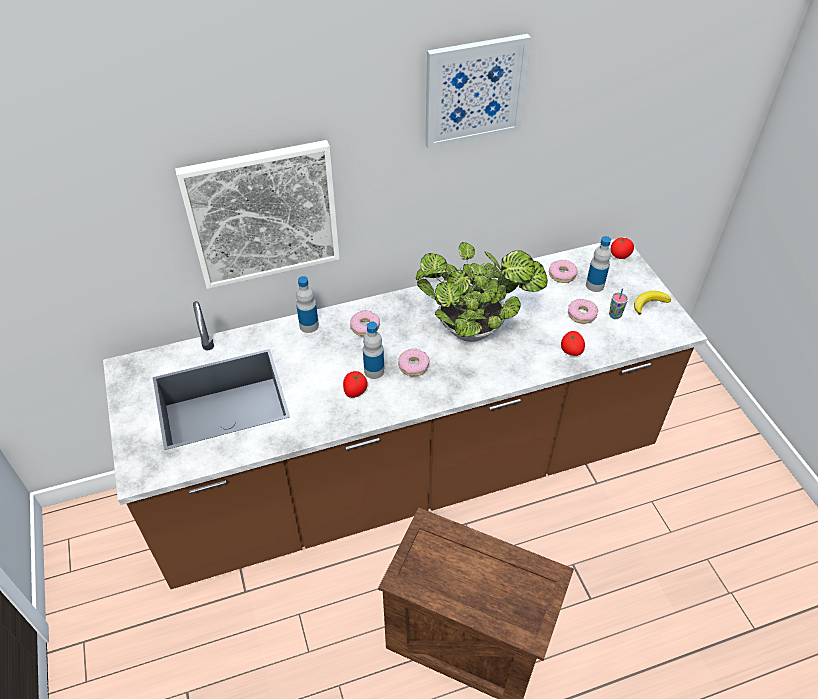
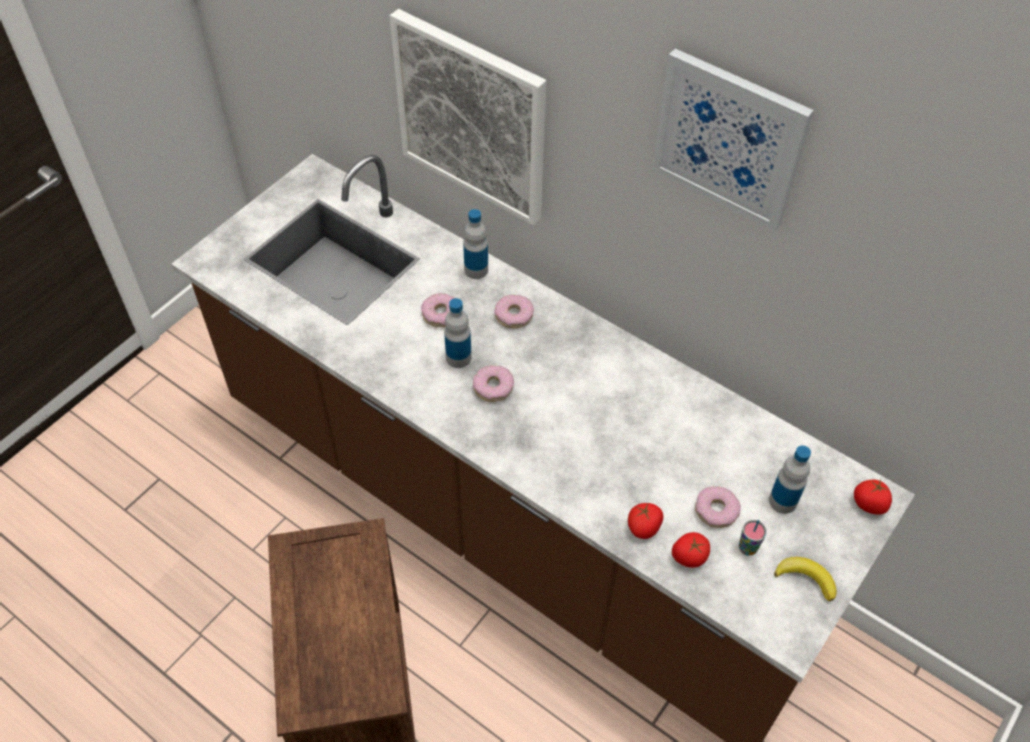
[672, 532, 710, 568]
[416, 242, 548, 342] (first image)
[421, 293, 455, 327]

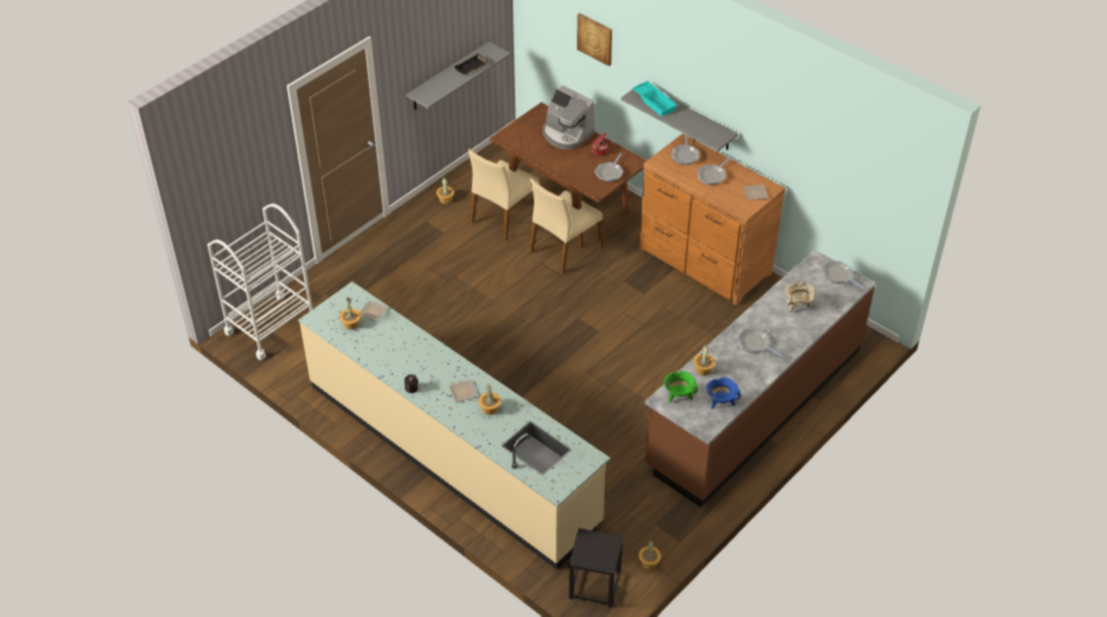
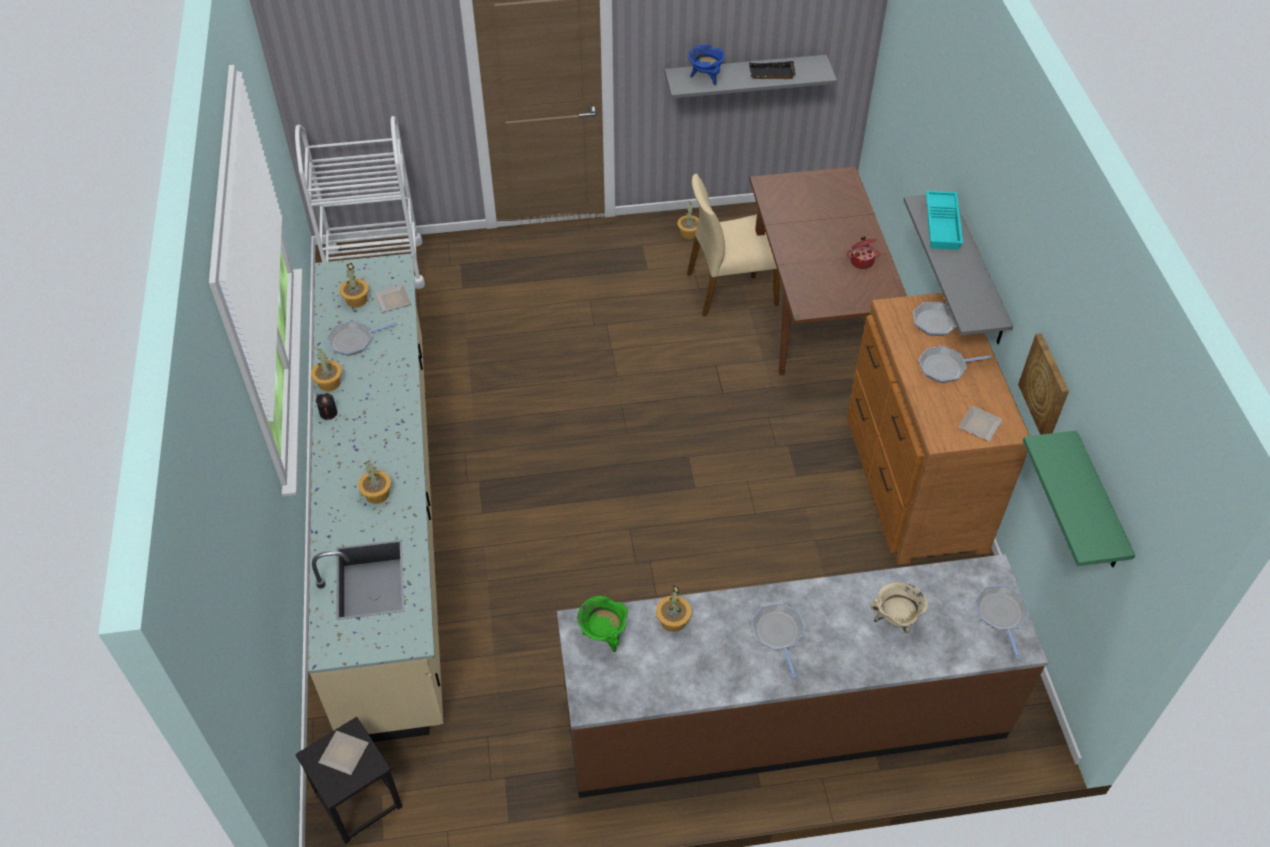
[318, 731, 369, 775]
[529, 178, 603, 274] (first image)
[543, 85, 595, 149] (first image)
[1018, 333, 1069, 435]
[327, 321, 396, 356]
[311, 349, 342, 391]
[688, 44, 724, 85]
[1023, 430, 1135, 567]

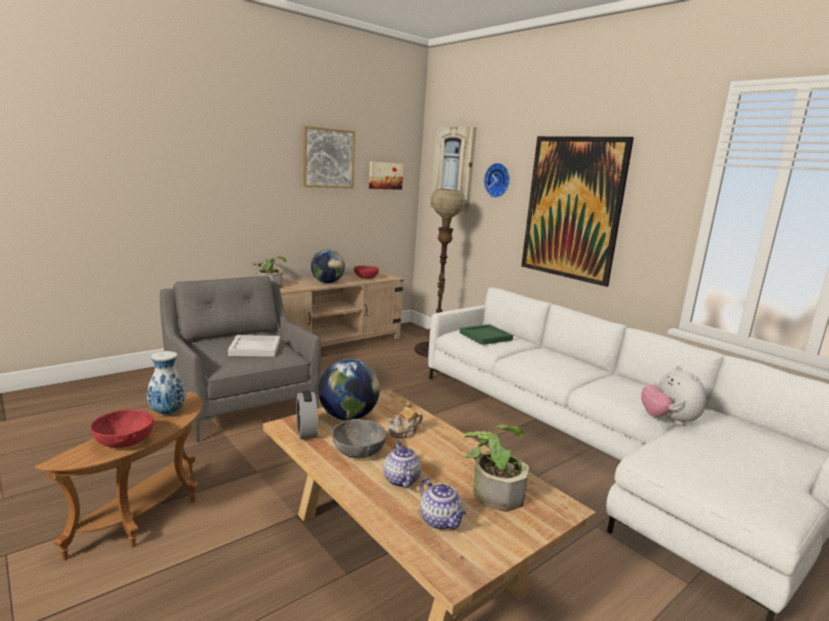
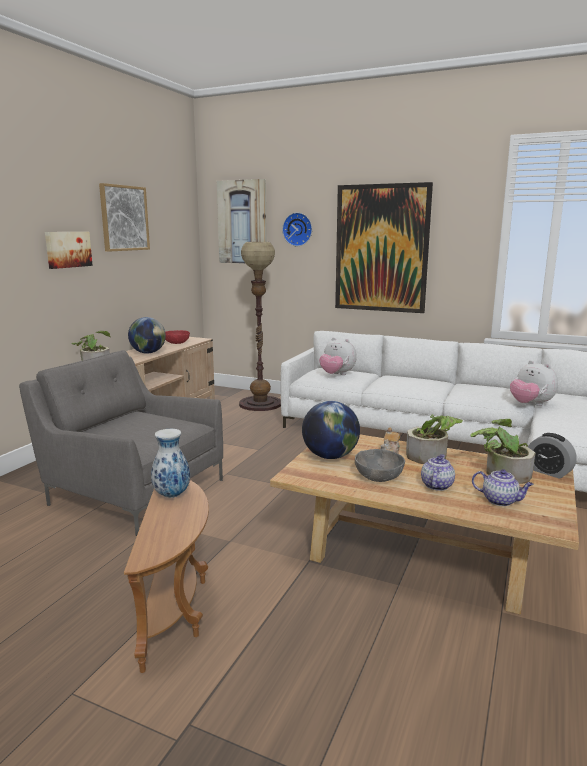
[90, 410, 154, 448] (first image)
[228, 335, 280, 357] (first image)
[528, 433, 577, 479]
[45, 232, 93, 269]
[421, 454, 455, 491]
[319, 337, 357, 375]
[406, 414, 463, 464]

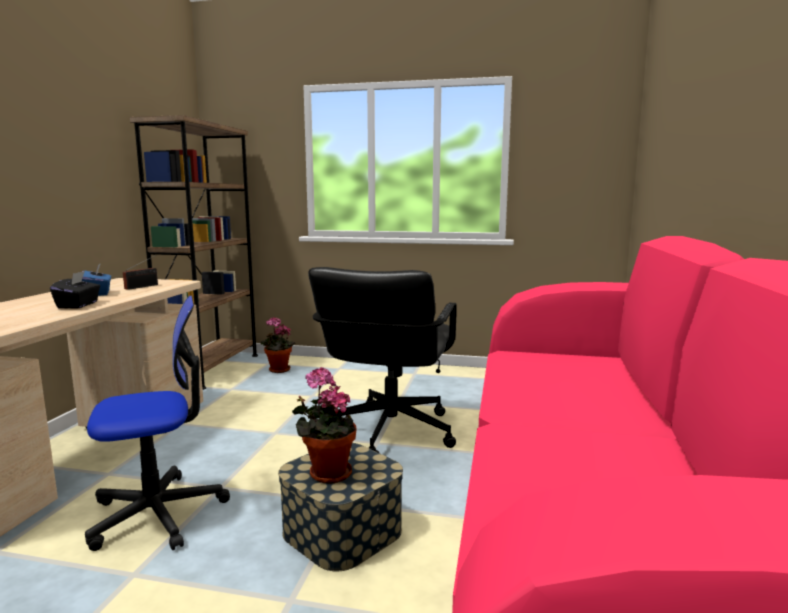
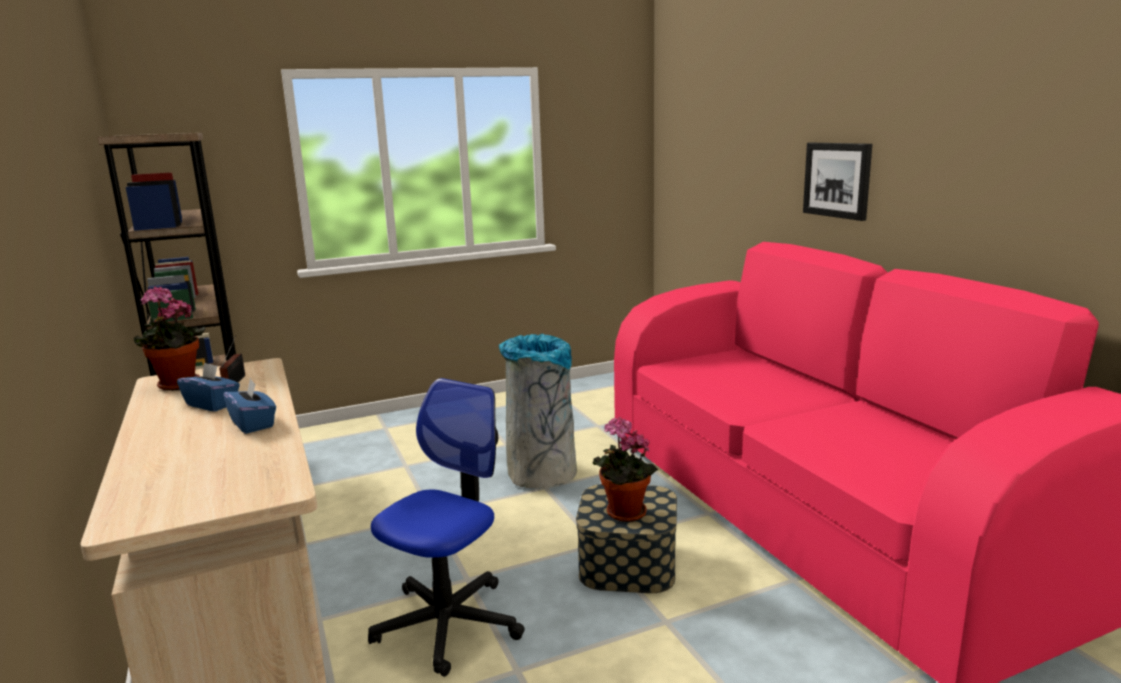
[223, 378, 276, 434]
[134, 287, 206, 390]
[499, 334, 577, 488]
[803, 143, 872, 221]

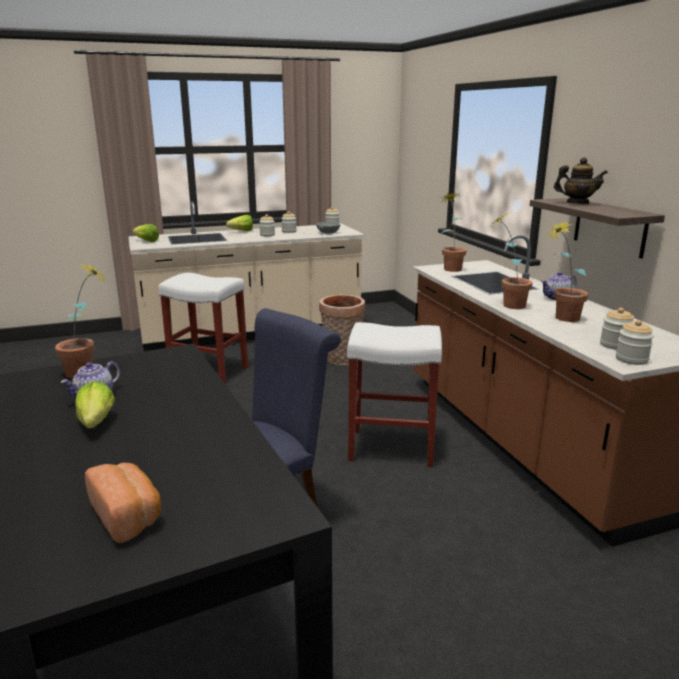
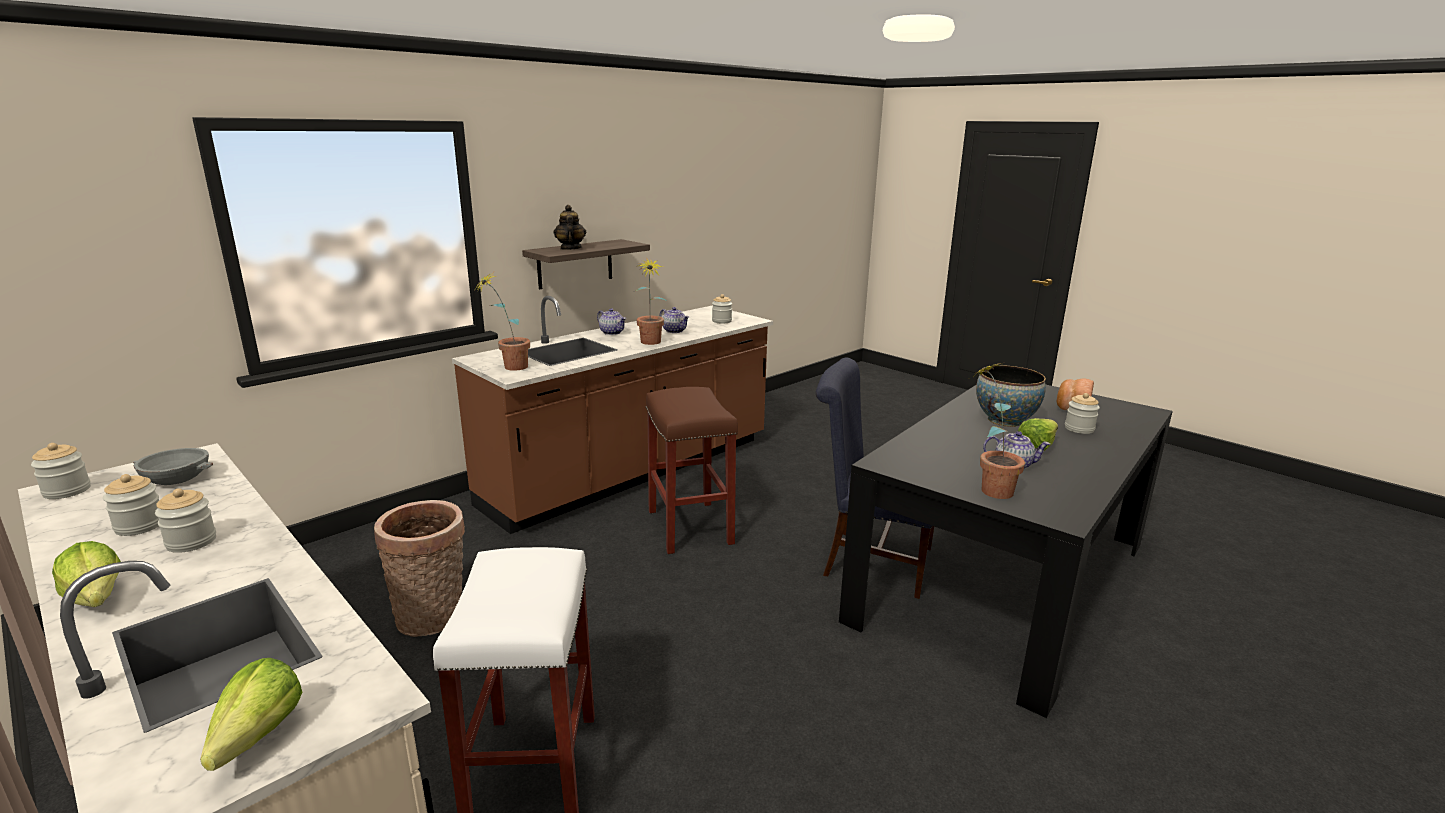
[645, 387, 738, 554]
[660, 307, 689, 333]
[1065, 393, 1100, 434]
[976, 365, 1046, 427]

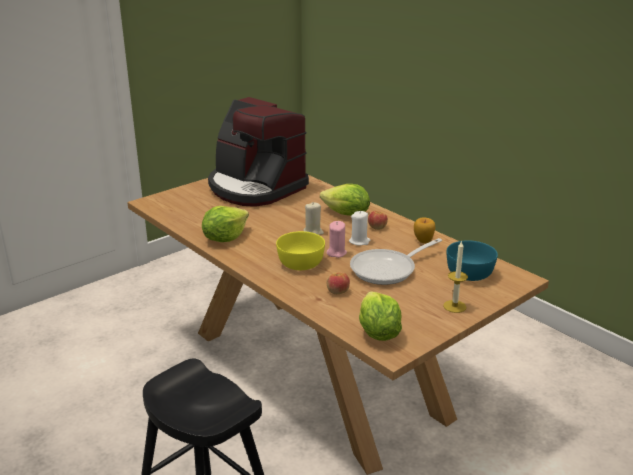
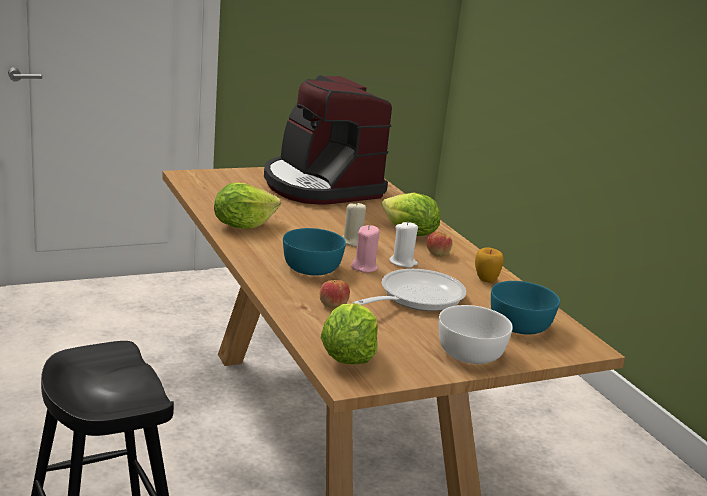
[283, 228, 346, 276]
[352, 269, 466, 311]
[439, 305, 513, 364]

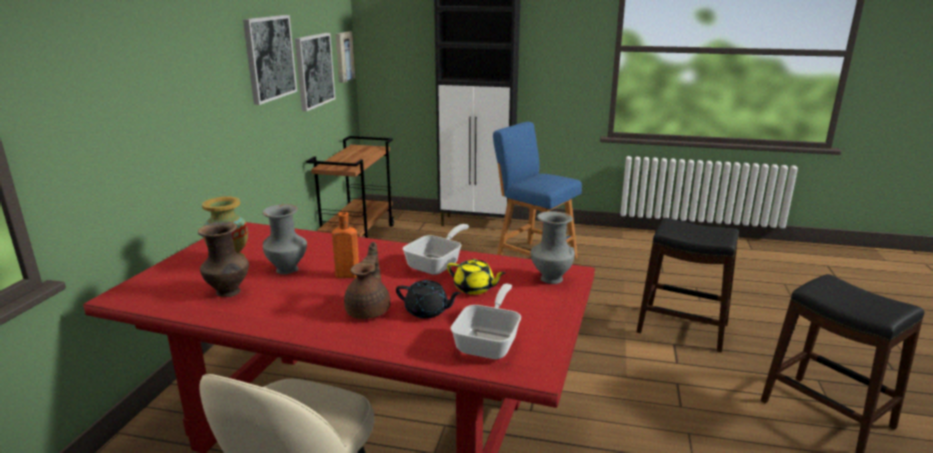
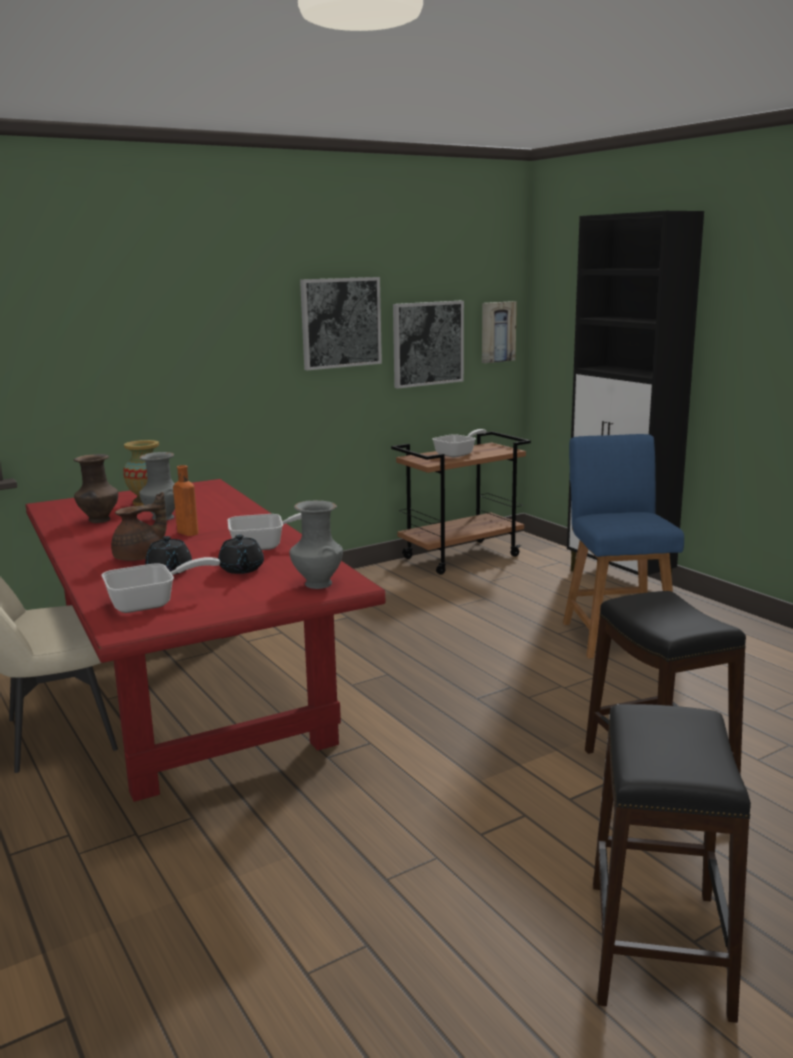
[218, 535, 264, 574]
[433, 429, 487, 457]

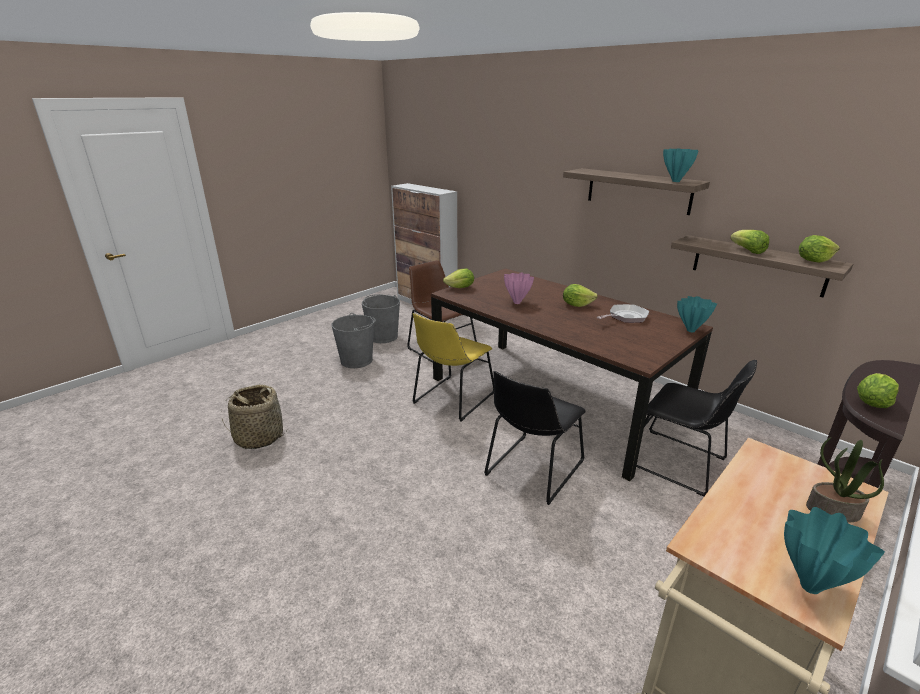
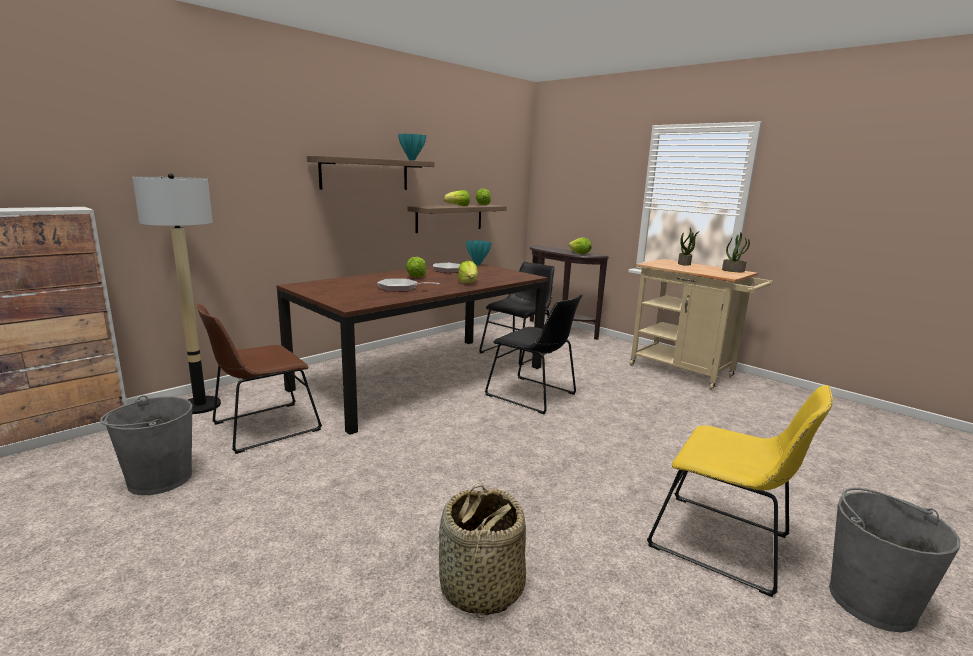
[829, 488, 960, 633]
[647, 385, 833, 597]
[458, 261, 478, 283]
[377, 279, 440, 292]
[722, 233, 750, 272]
[132, 173, 221, 414]

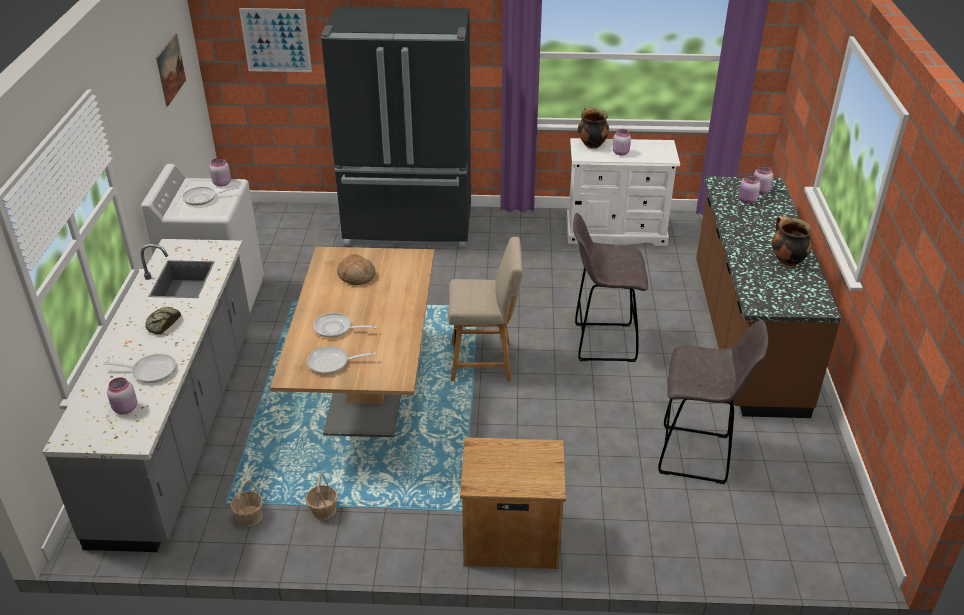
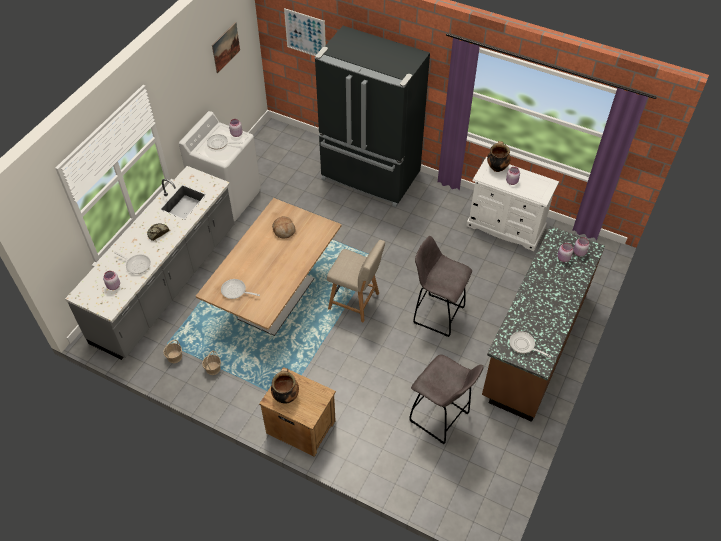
[509, 331, 551, 358]
[271, 368, 299, 404]

